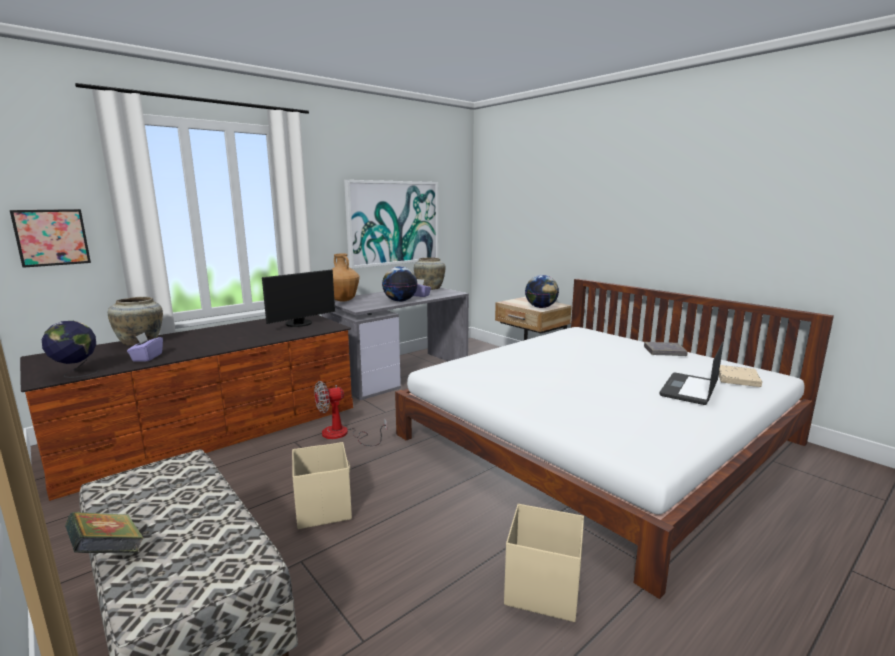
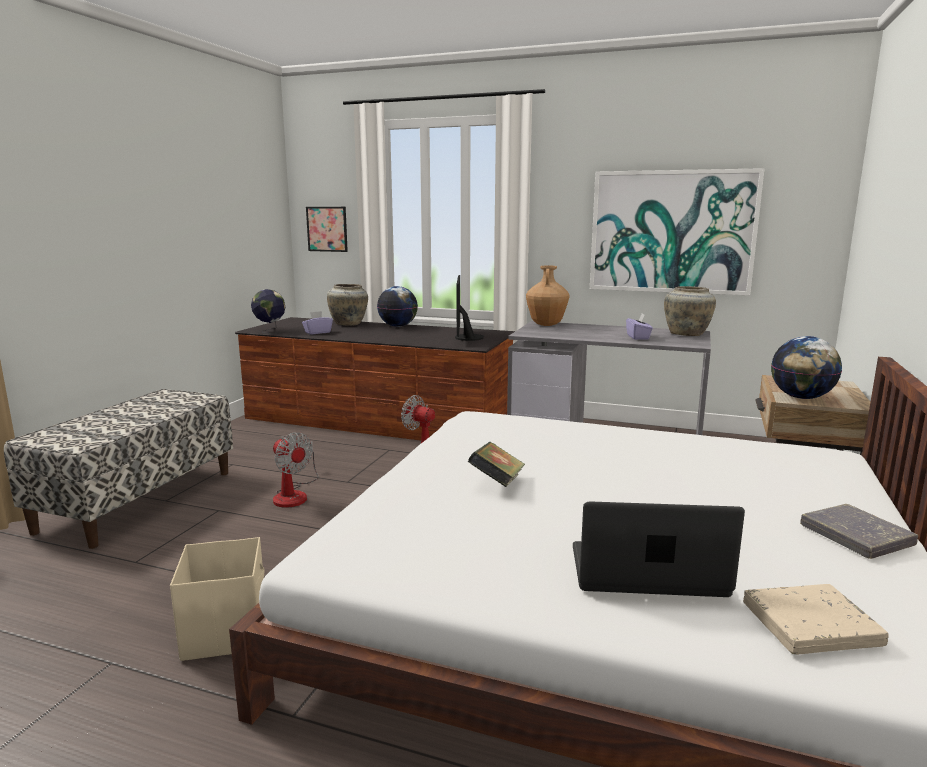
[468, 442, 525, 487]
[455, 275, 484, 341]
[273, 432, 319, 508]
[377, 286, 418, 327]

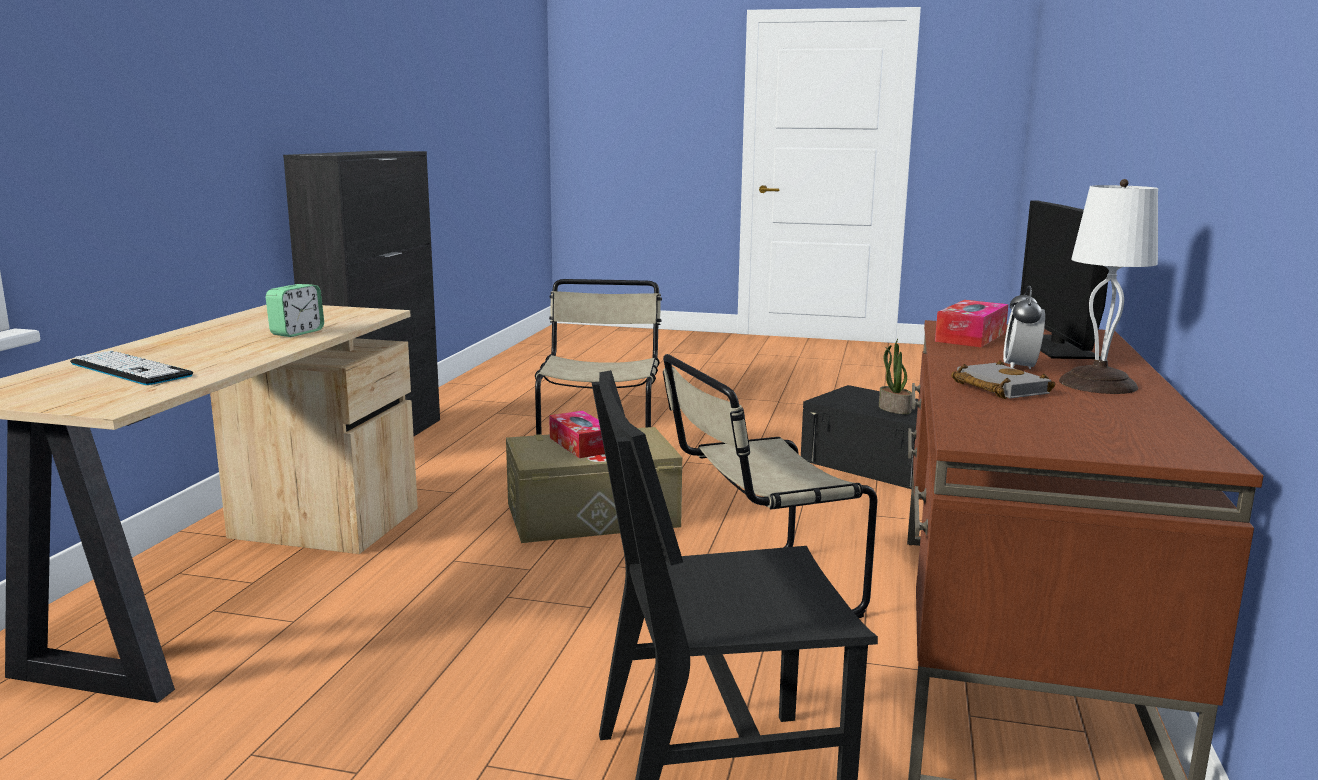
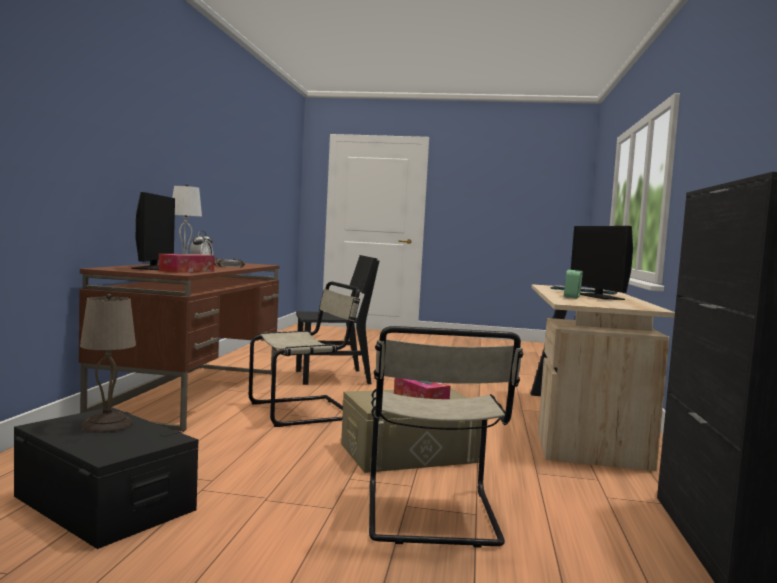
[80, 294, 136, 433]
[571, 226, 633, 300]

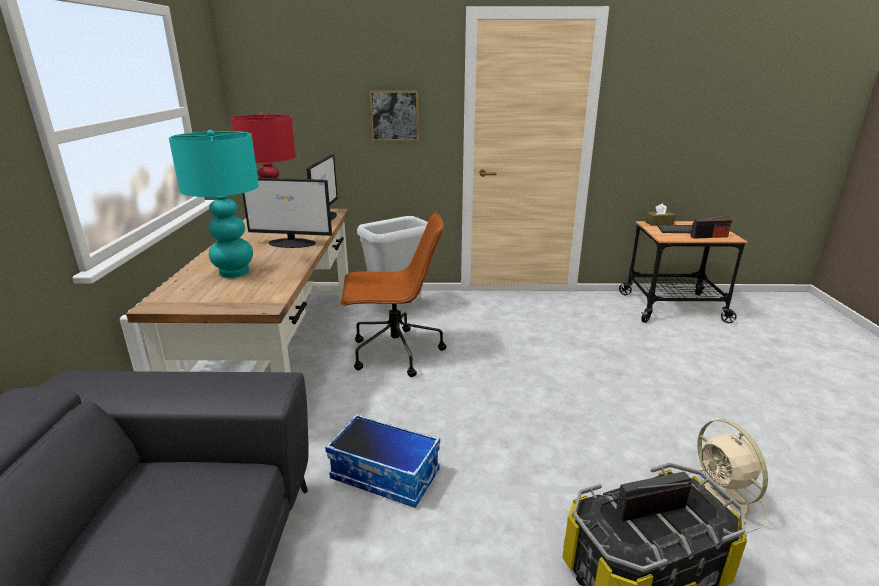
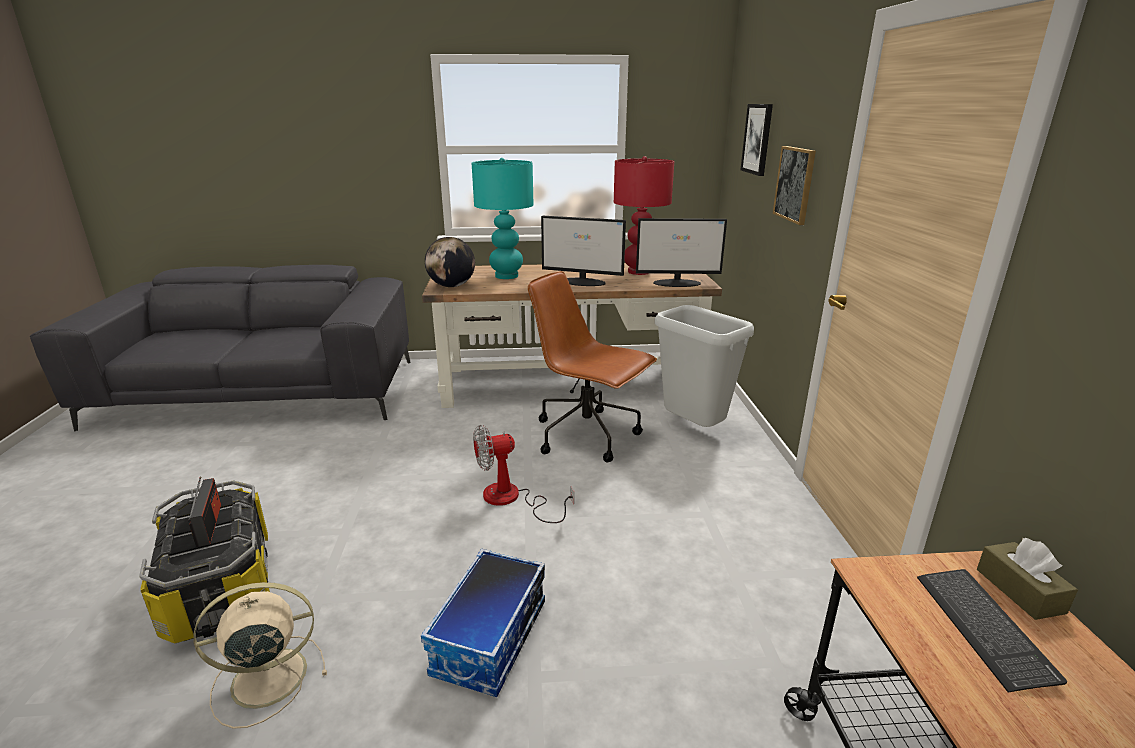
[541, 216, 626, 286]
[421, 548, 545, 697]
[528, 271, 657, 462]
[690, 215, 732, 239] (first image)
[425, 237, 475, 287]
[473, 425, 574, 523]
[741, 104, 773, 176]

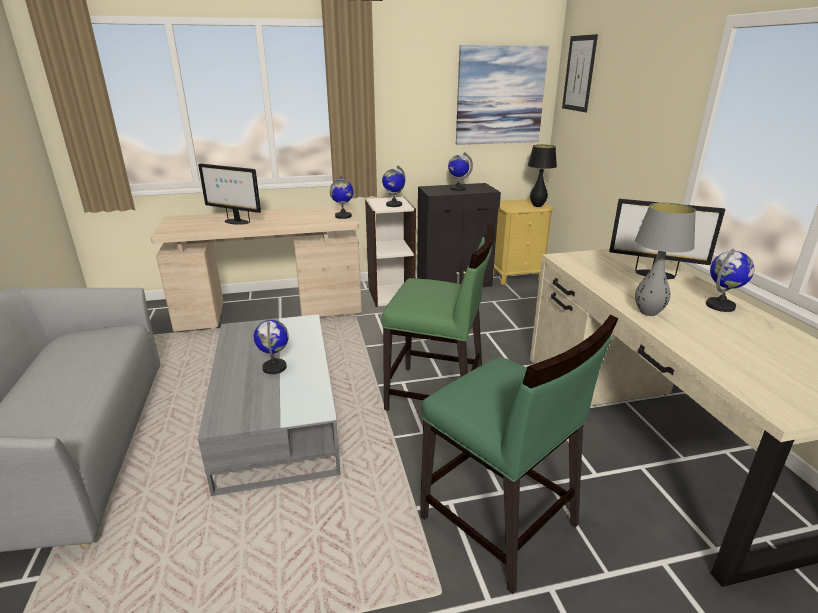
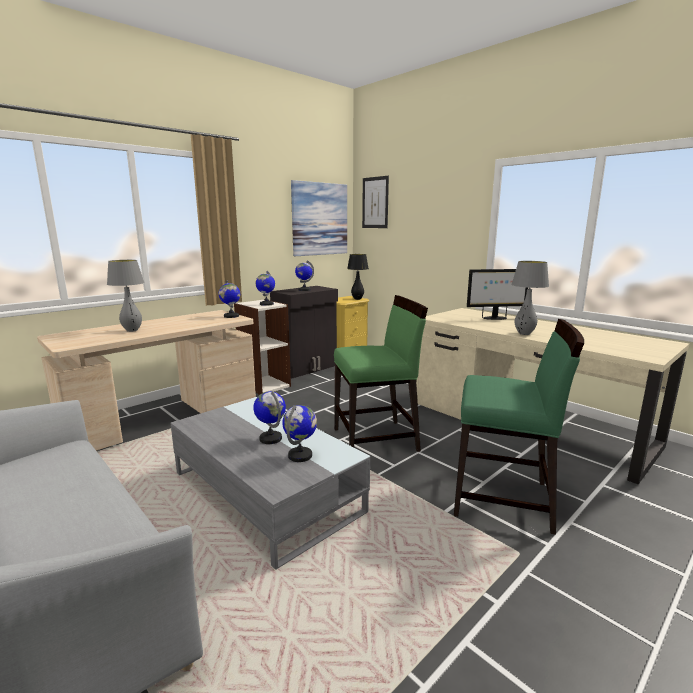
[107, 260, 145, 332]
[282, 405, 317, 462]

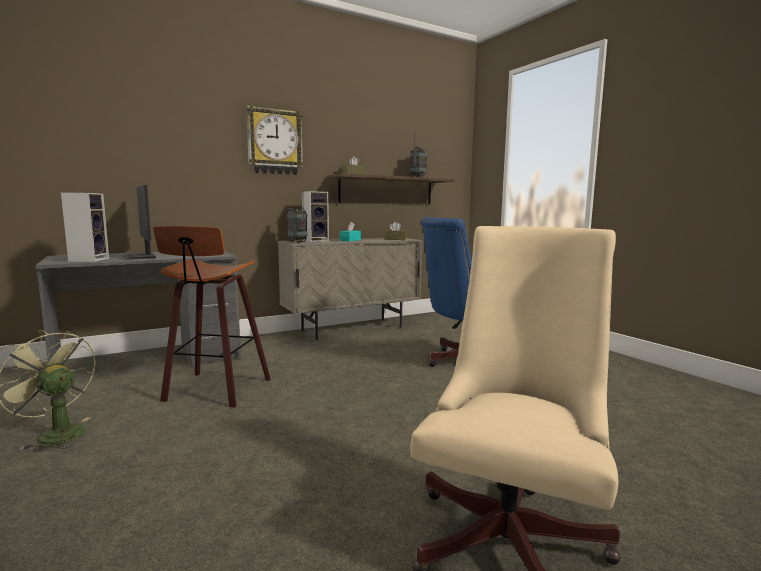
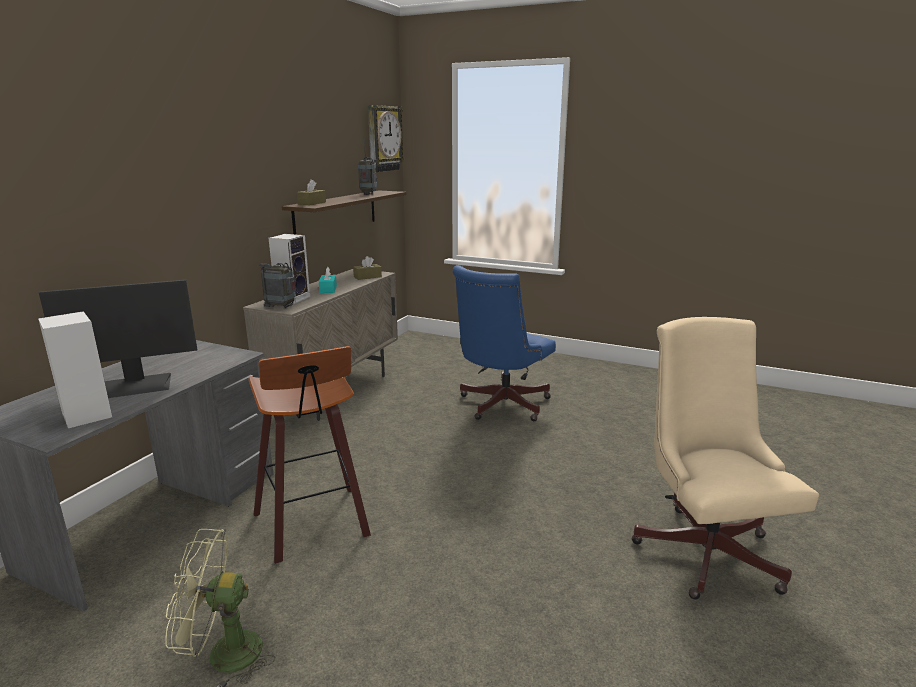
[39, 280, 197, 398]
[368, 105, 404, 172]

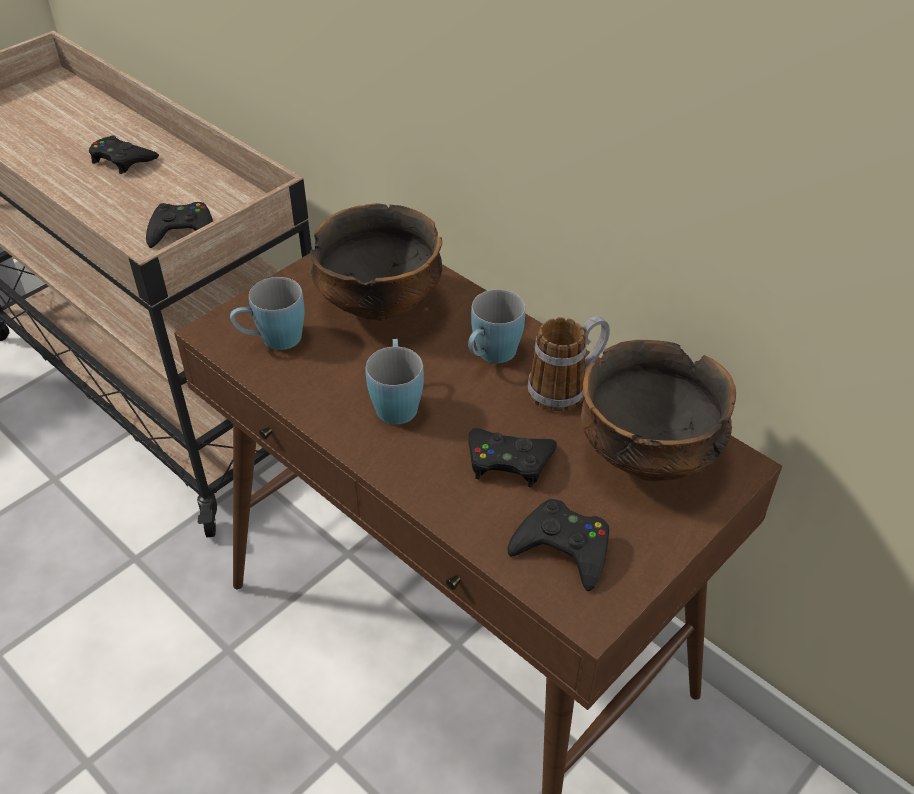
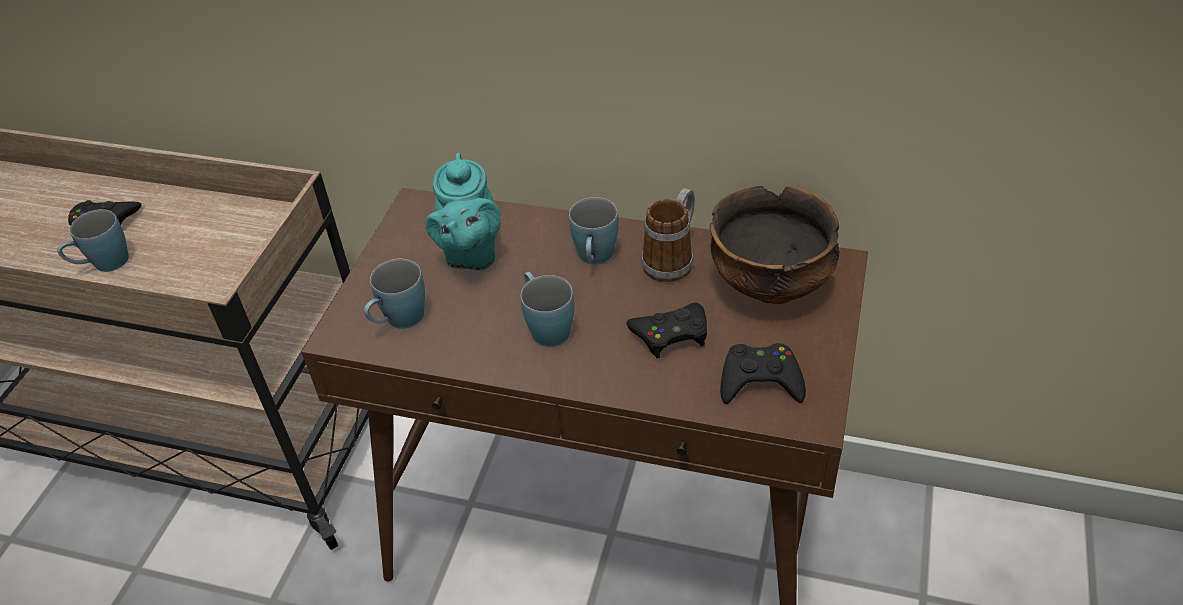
[146, 202, 213, 248] (first image)
[425, 153, 501, 271]
[57, 209, 129, 272]

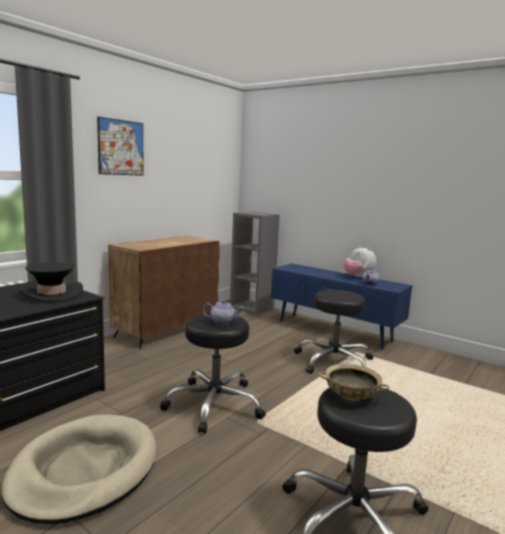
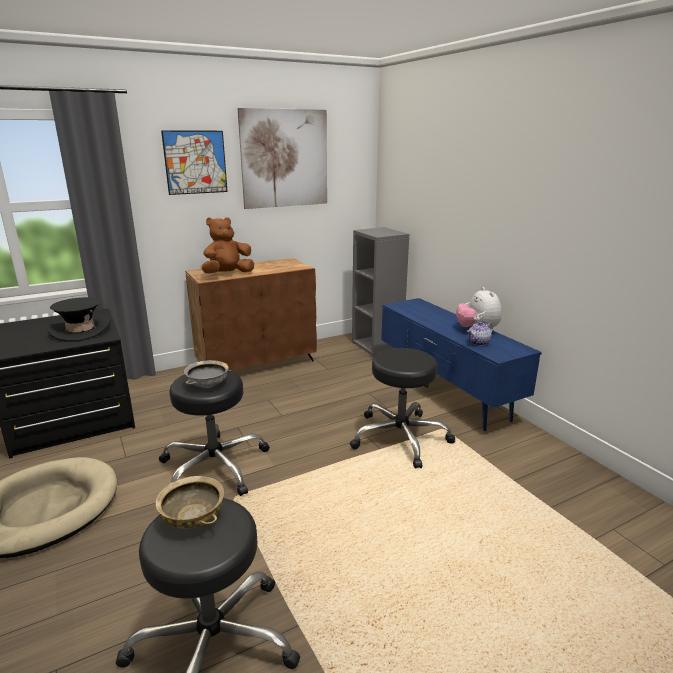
[184, 360, 229, 388]
[202, 217, 254, 273]
[238, 108, 327, 209]

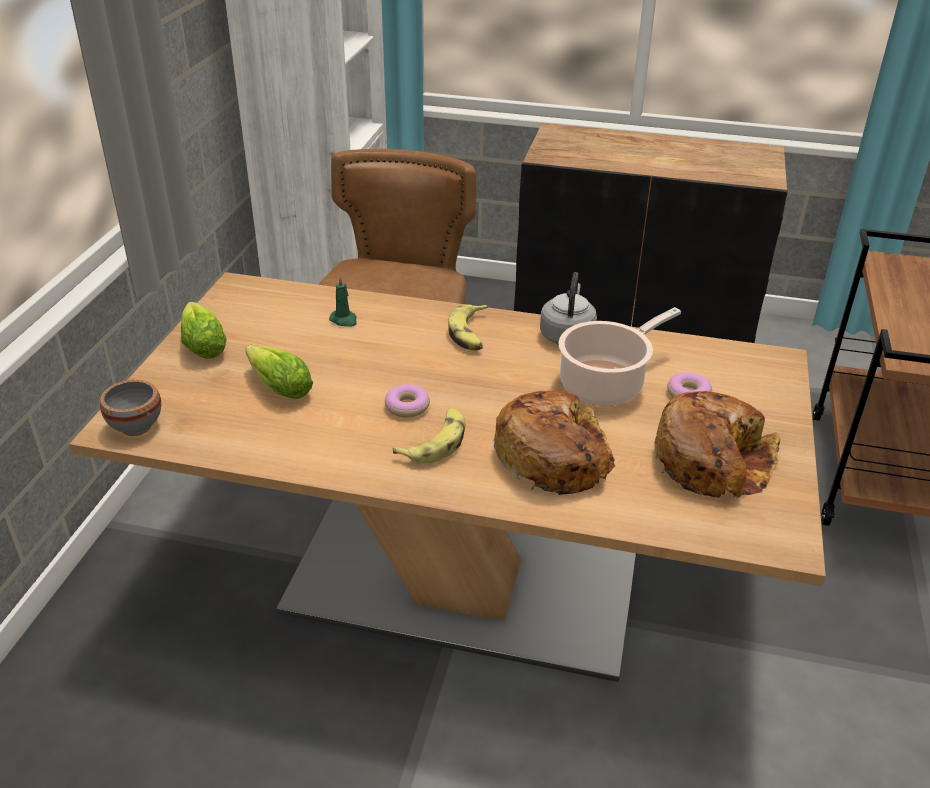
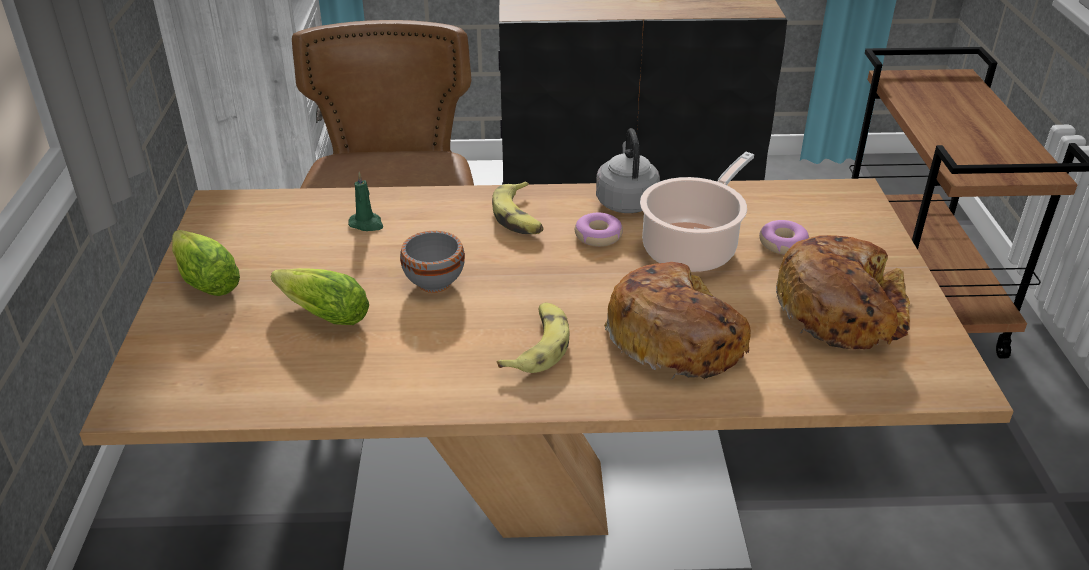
[400, 231, 465, 293]
[575, 213, 623, 247]

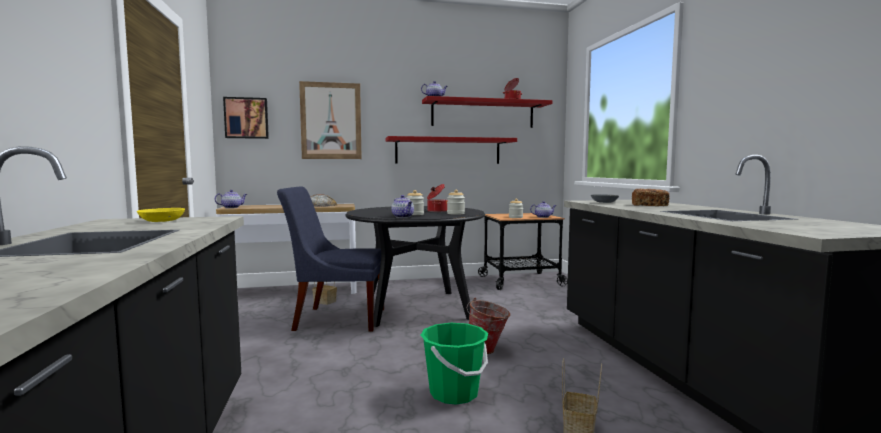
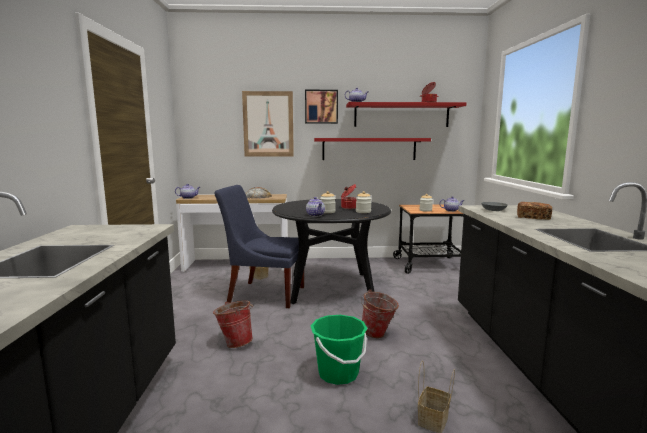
[137, 208, 185, 222] (first image)
[305, 90, 338, 124]
[213, 301, 253, 348]

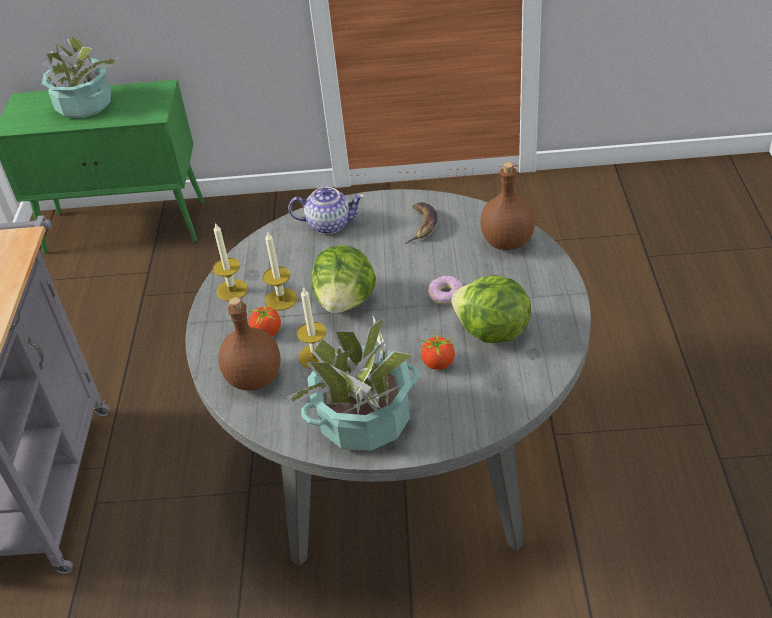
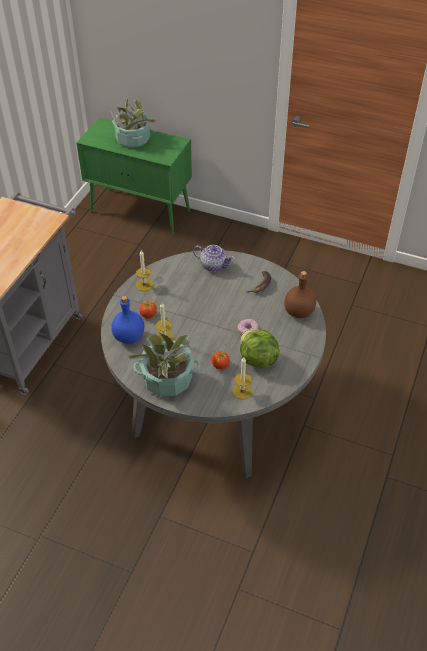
[111, 296, 144, 344]
[232, 357, 252, 399]
[311, 245, 376, 314] (first image)

